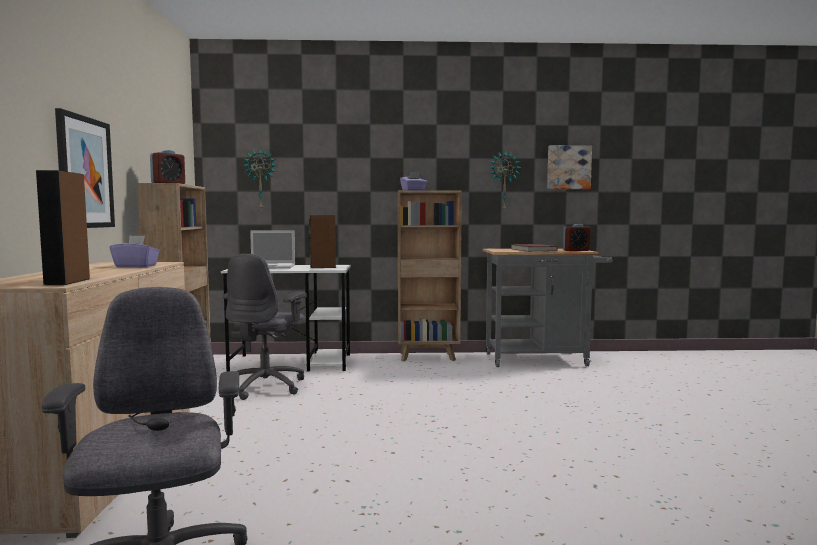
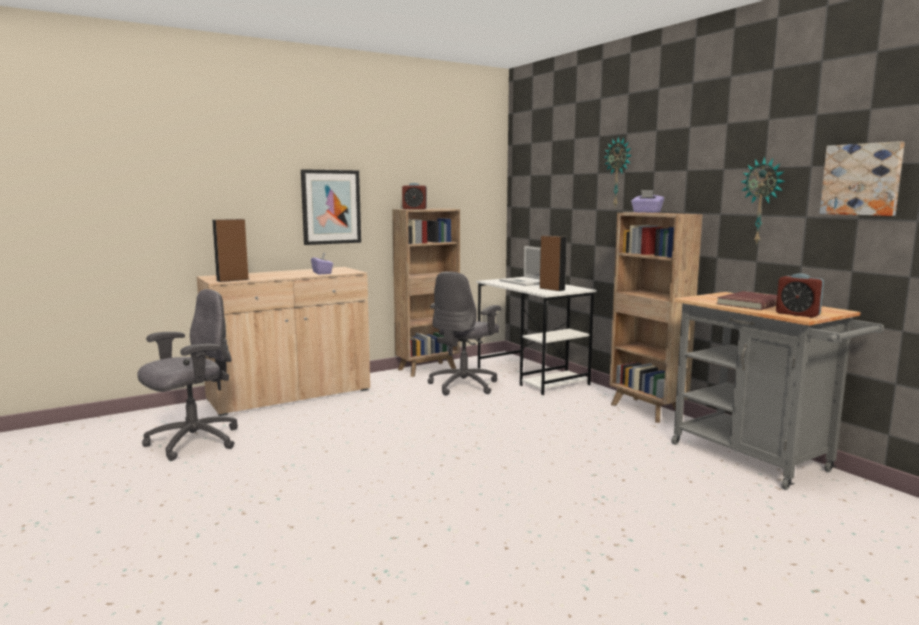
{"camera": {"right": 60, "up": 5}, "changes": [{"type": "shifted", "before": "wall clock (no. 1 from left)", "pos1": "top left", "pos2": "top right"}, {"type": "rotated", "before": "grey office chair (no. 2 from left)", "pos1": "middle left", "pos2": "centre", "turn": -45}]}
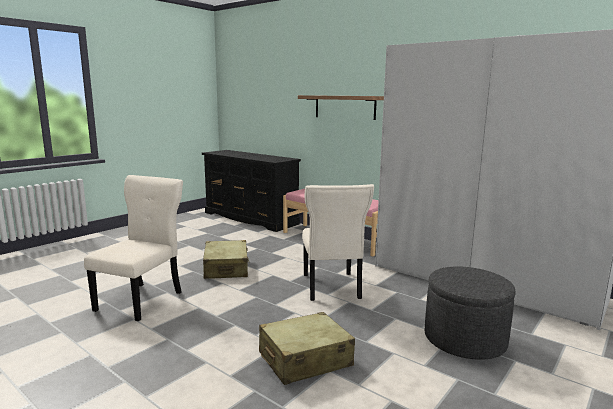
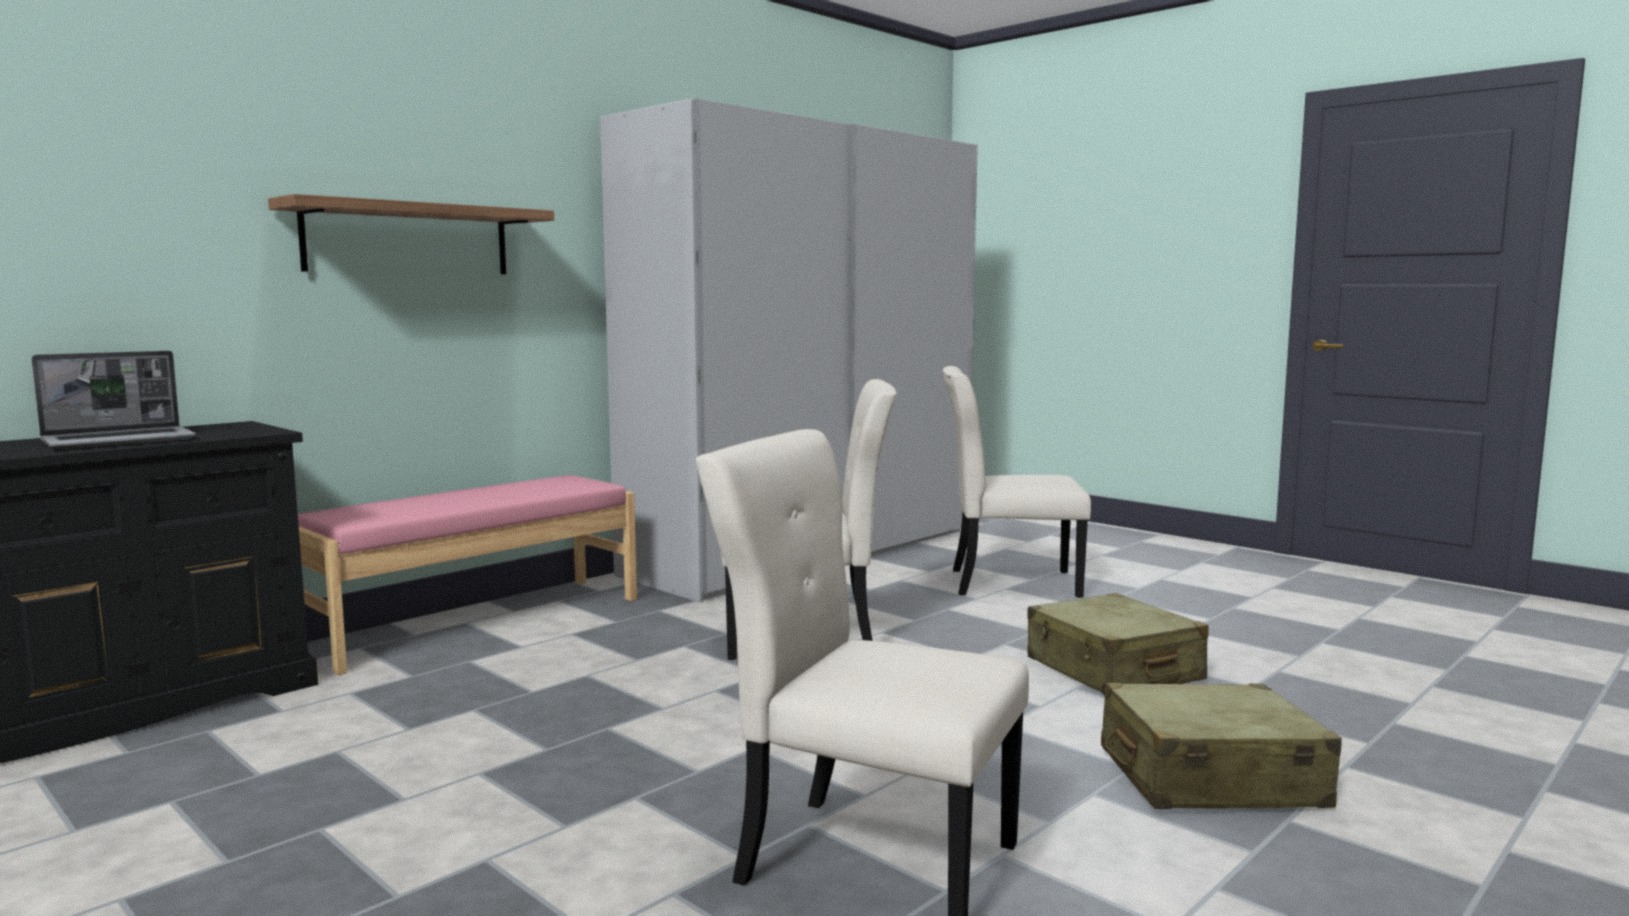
{"camera": {"right": -85, "up": -5}, "changes": [{"type": "new", "after": "laptop", "pos2": "middle left"}, {"type": "shifted", "before": "beige suitcase (no. 1 from left in the first image)", "after": "beige suitcase (no. 2 from left)", "pos1": "centre", "pos2": "bottom right"}, {"type": "swapped", "before": "grey ottoman", "after": "beige chair (no. 3 from left)", "pos1": "bottom right", "pos2": "centre"}]}
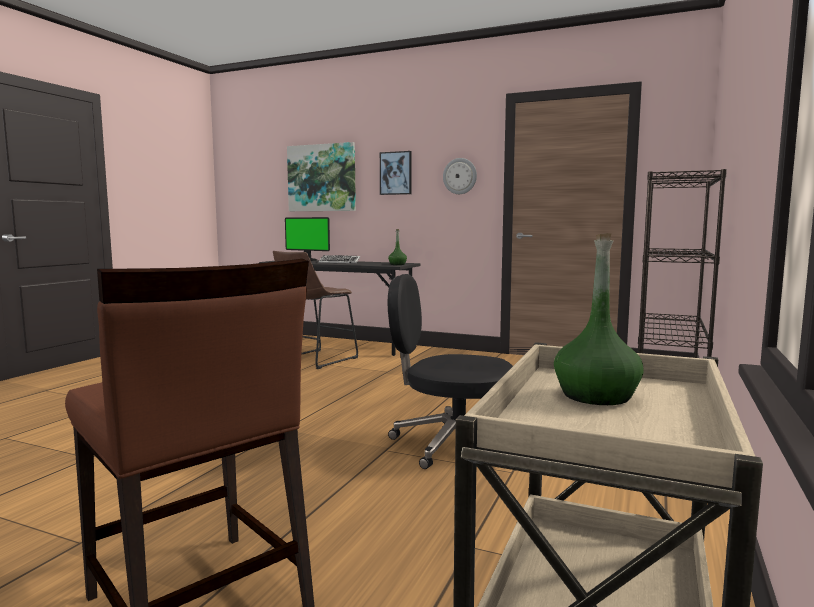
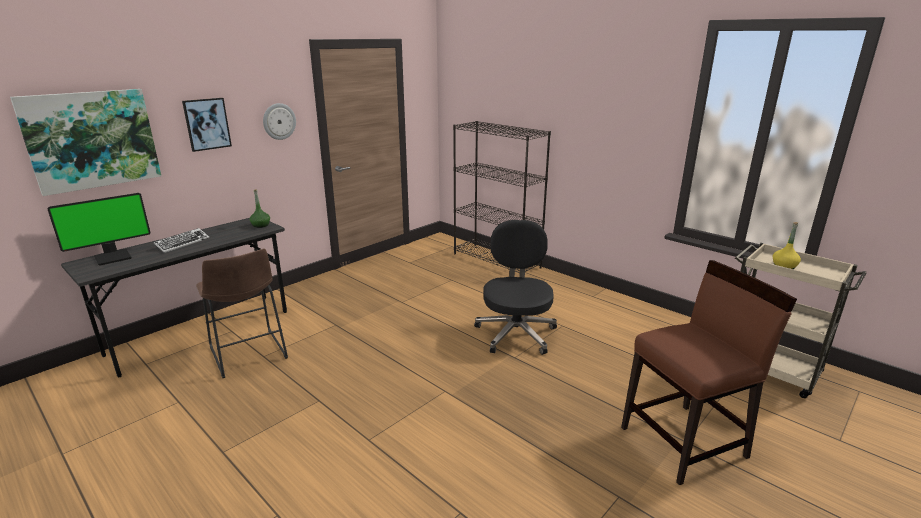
{"camera": {"right": -70, "up": 15}, "changes": [{"type": "repainted", "before": "green bottle (no. 2 from left)", "after": "yellow bottle", "pos1": "middle right", "pos2": "middle right"}, {"type": "rotated", "before": "black office chair", "pos1": "centre", "pos2": "centre", "turn": 150}]}
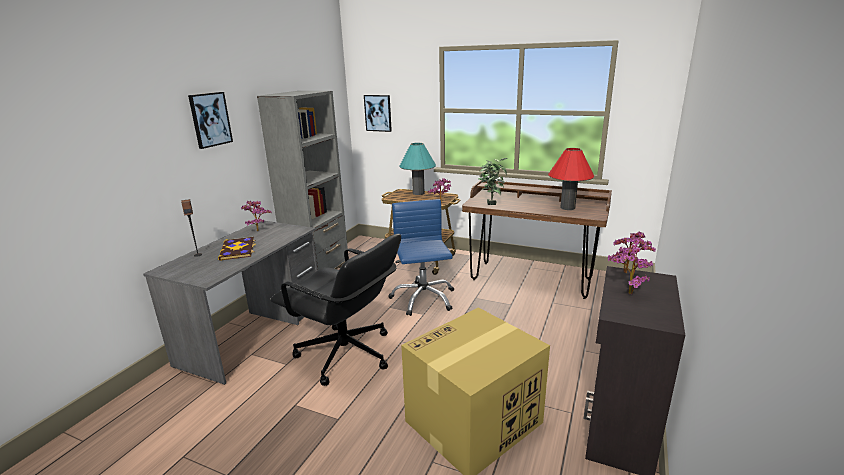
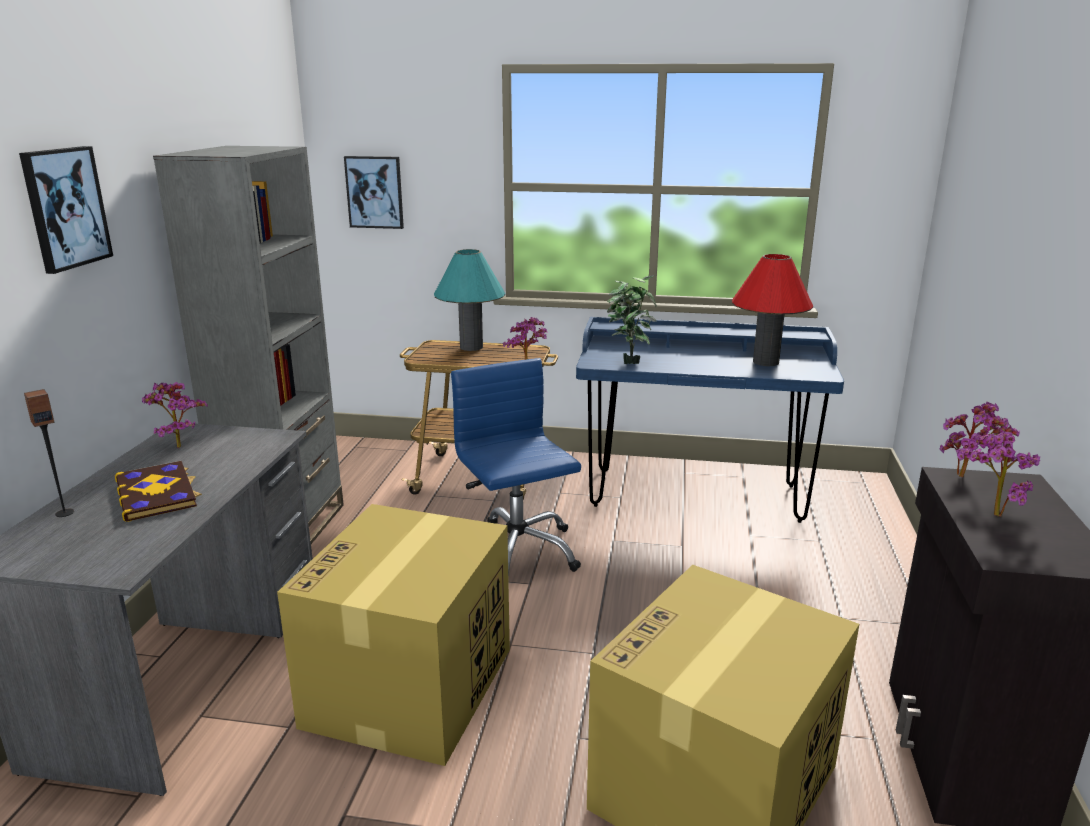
{"camera": {"right": -15, "up": 0}, "changes": [{"type": "swapped", "before": "black office chair", "after": "cardboard box (no. 1 from left)", "pos1": "centre", "pos2": "bottom centre"}, {"type": "repainted", "before": "brown desk", "after": "blue desk", "pos1": "centre", "pos2": "centre"}]}
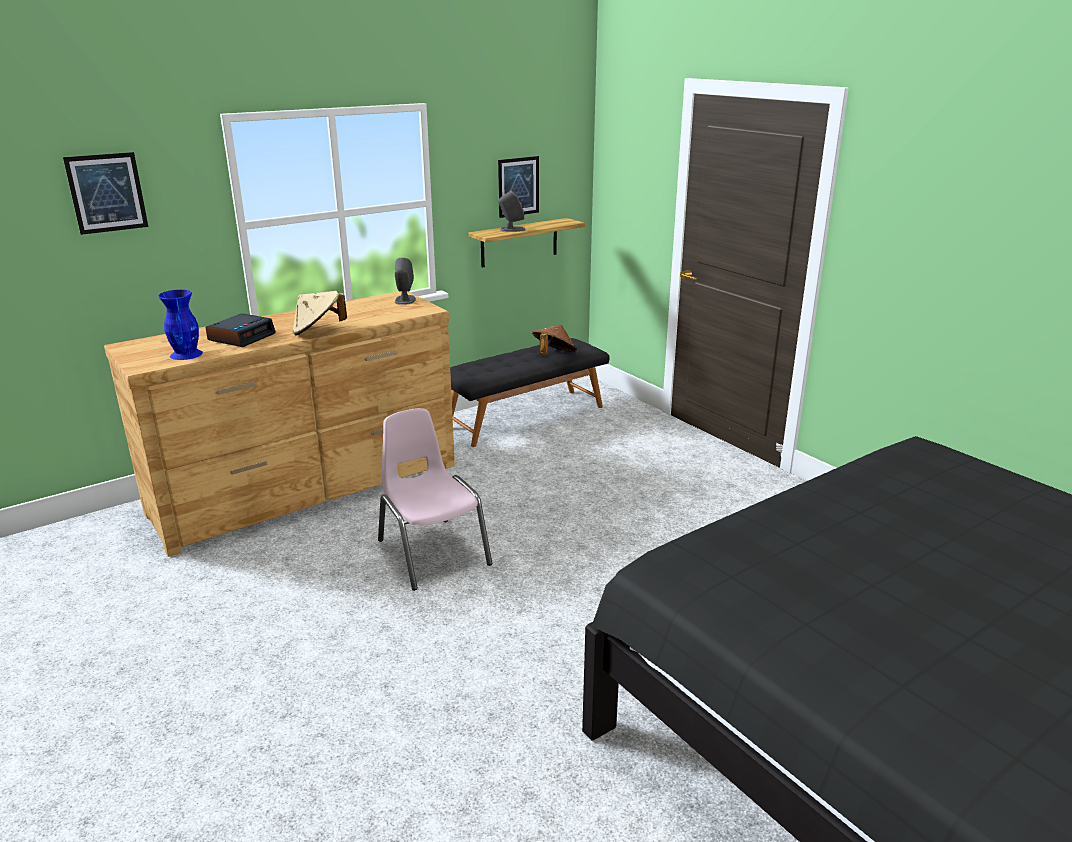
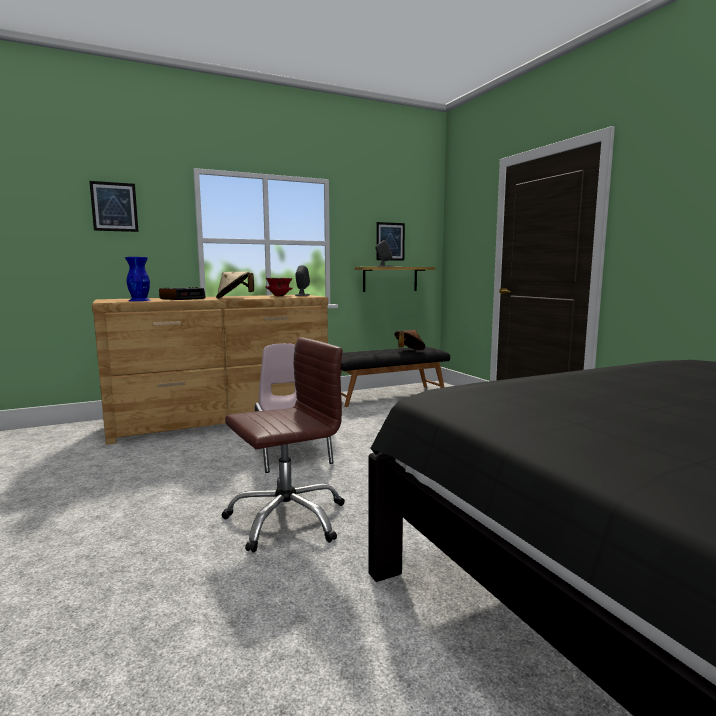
{"camera": {"right": 10, "up": -15}, "changes": [{"type": "new", "after": "brown office chair", "pos2": "centre"}, {"type": "new", "after": "red bowl", "pos2": "centre"}]}
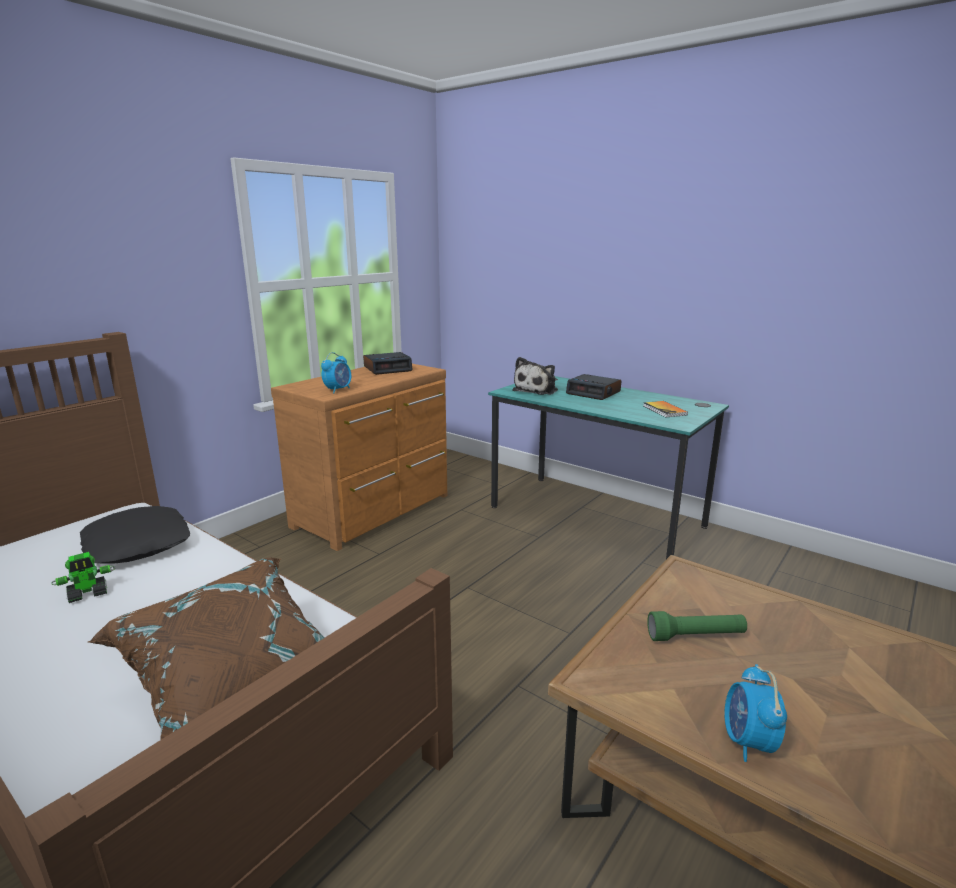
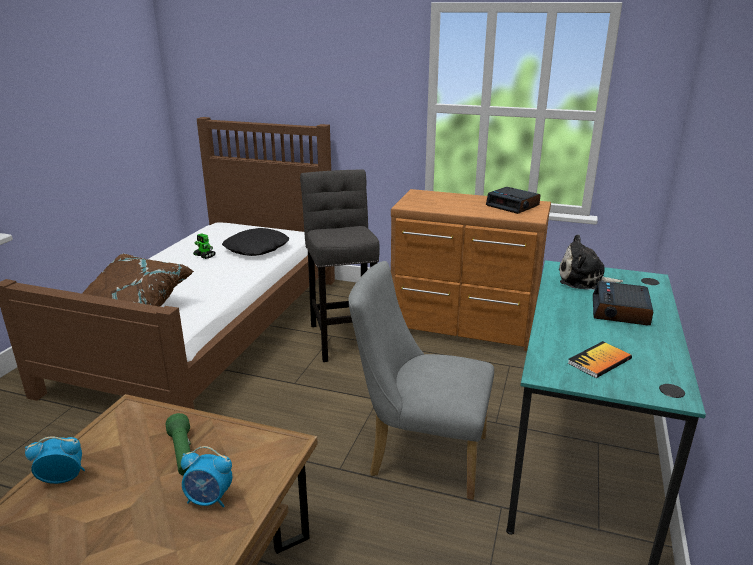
{"camera": {"right": 70, "up": 5}, "changes": [{"type": "new", "after": "grey stool", "pos2": "centre"}, {"type": "new", "after": "grey chair", "pos2": "bottom centre"}, {"type": "shifted", "before": "alarm clock (no. 1 from left in the first image)", "after": "alarm clock (no. 2 from left)", "pos1": "centre", "pos2": "bottom left"}]}
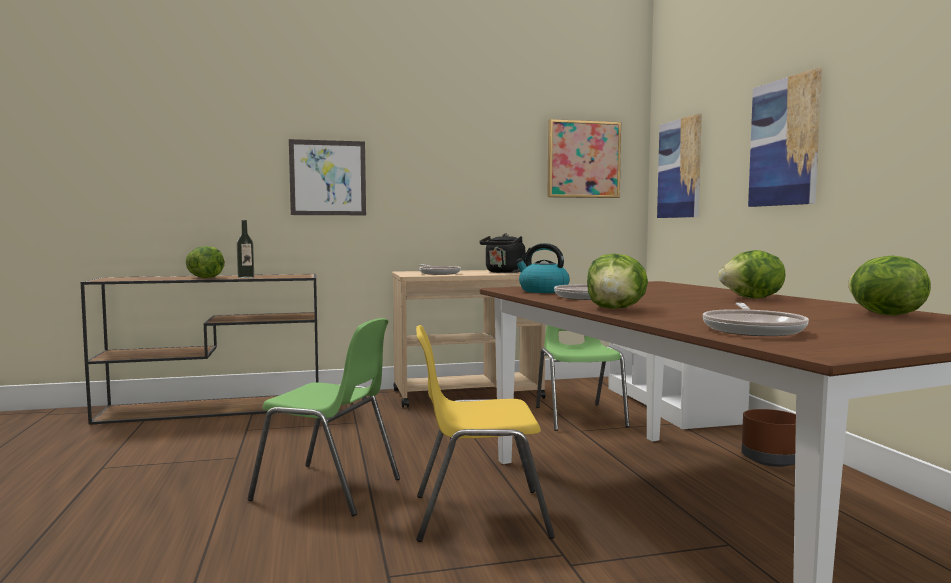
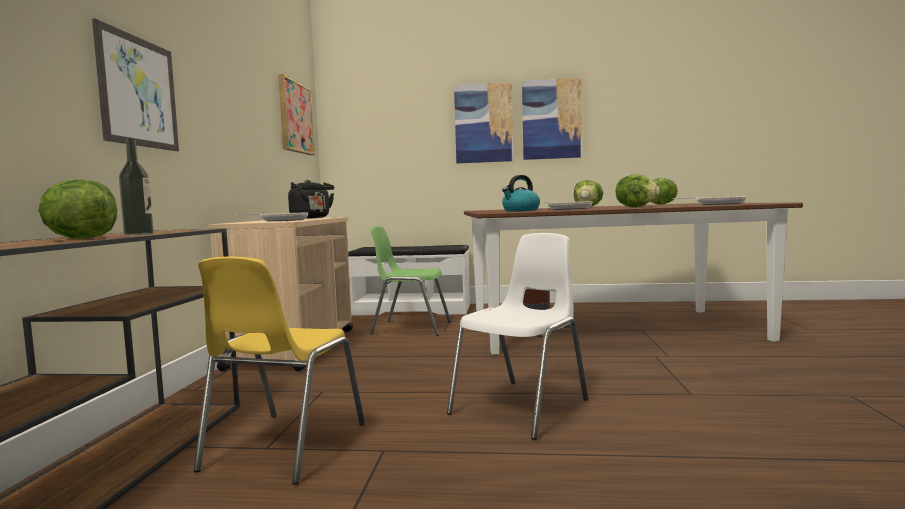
{"camera": {"right": -70, "up": 0}, "changes": [{"type": "shifted", "before": "yellow chair", "pos1": "bottom centre", "pos2": "bottom left"}, {"type": "shifted", "before": "picture (no. 3 from left in the first image)", "after": "picture (no. 4 from left)", "pos1": "top right", "pos2": "top centre"}, {"type": "repainted", "before": "green chair (no. 1 from left)", "after": "white chair", "pos1": "bottom centre", "pos2": "centre"}]}
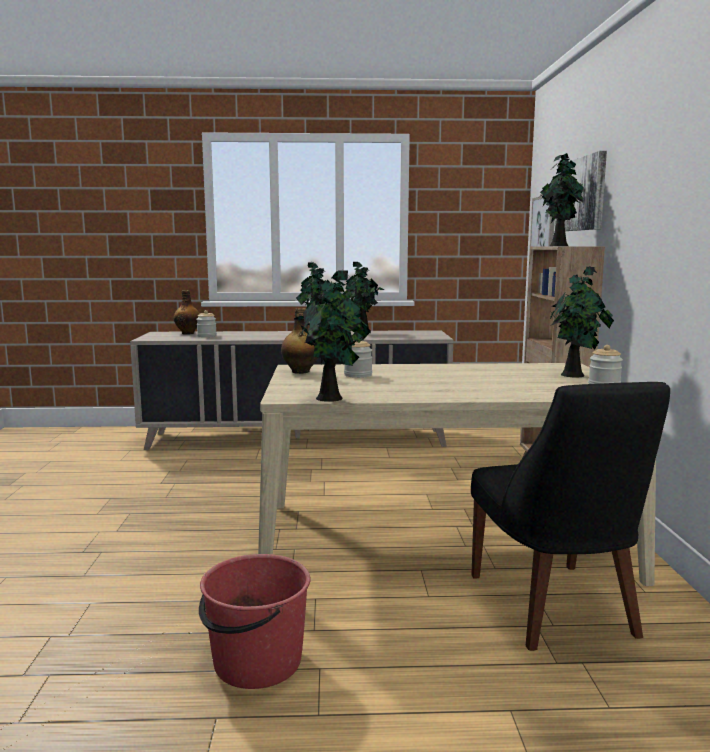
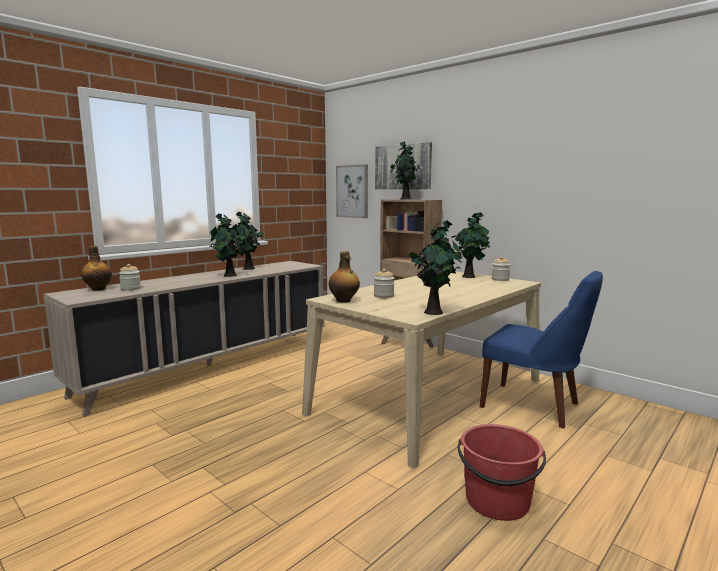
{"camera": {"right": -45, "up": 0}, "changes": [{"type": "repainted", "before": "black chair", "after": "blue chair", "pos1": "bottom right", "pos2": "middle right"}]}
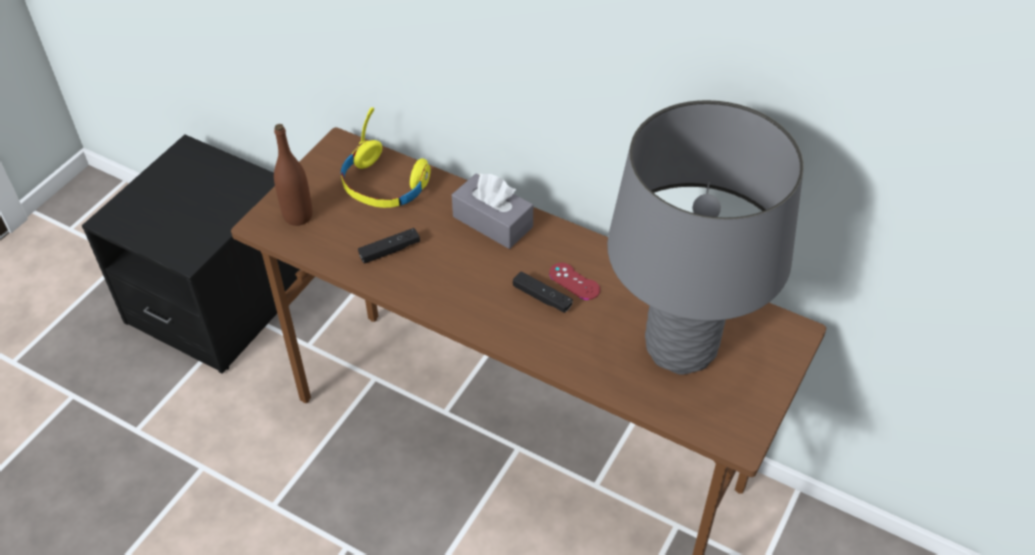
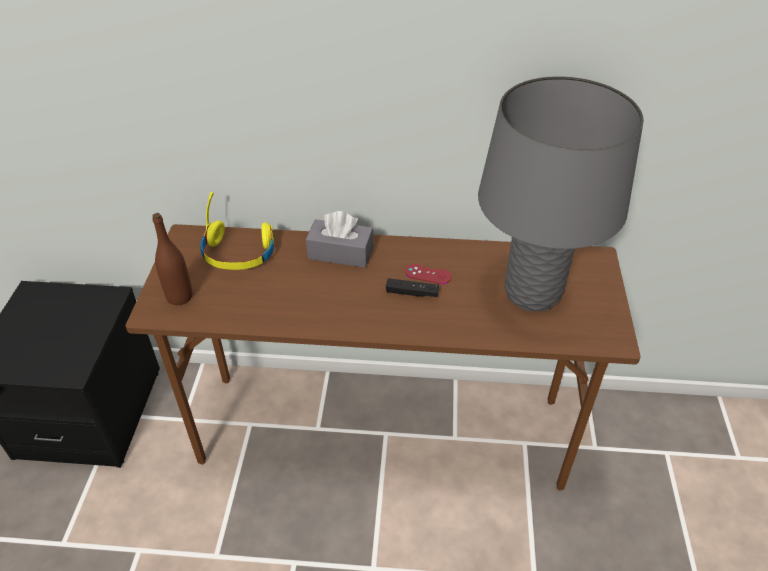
{"camera": {"right": -25, "up": -5}, "changes": [{"type": "gone", "before": "black game controller (no. 1 from left)", "pos1": "centre"}]}
